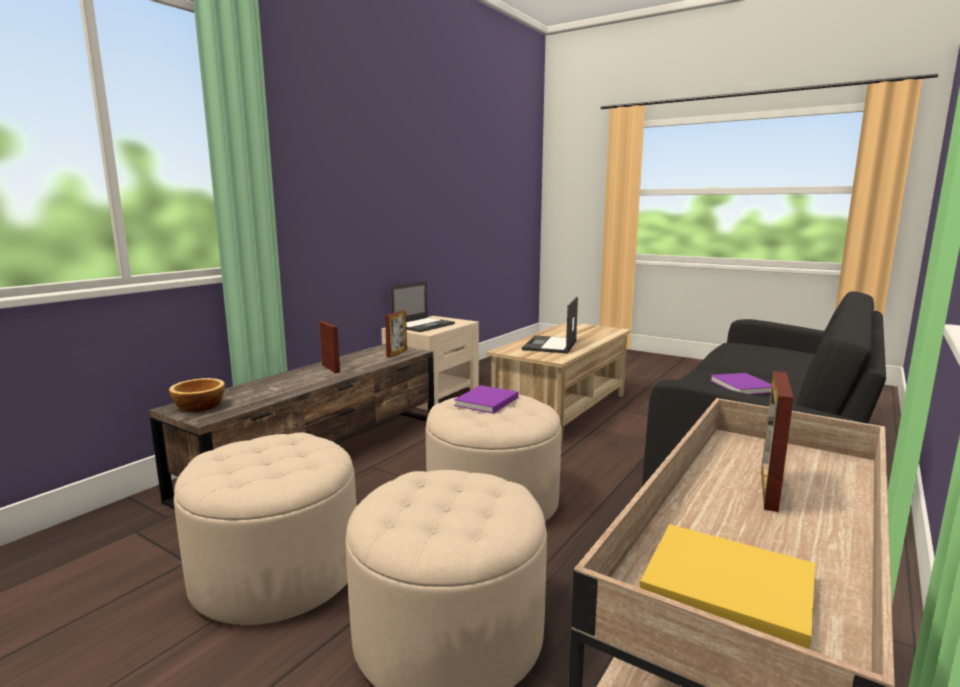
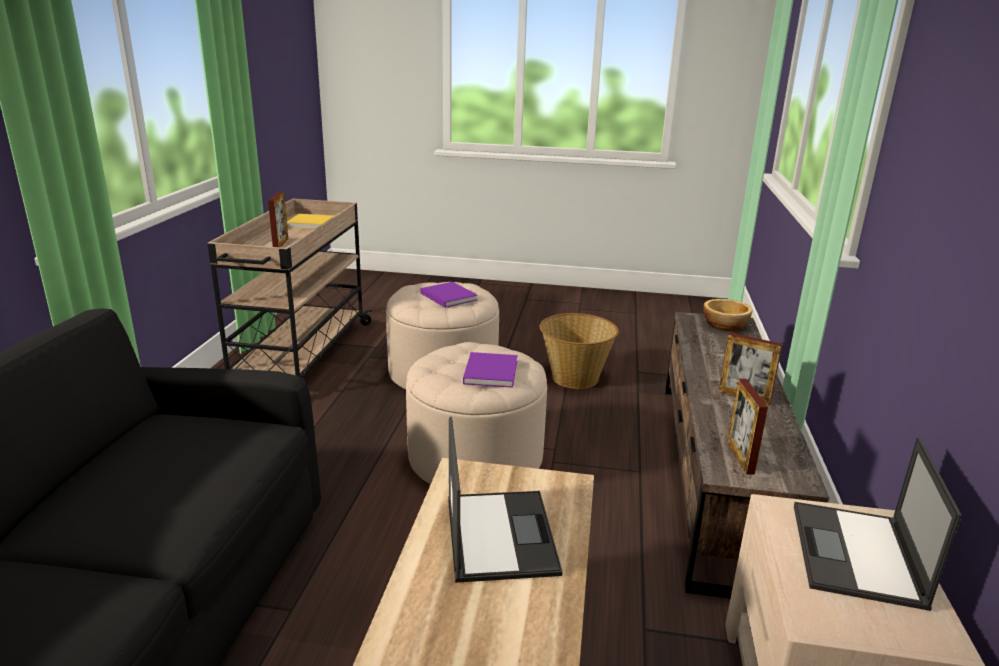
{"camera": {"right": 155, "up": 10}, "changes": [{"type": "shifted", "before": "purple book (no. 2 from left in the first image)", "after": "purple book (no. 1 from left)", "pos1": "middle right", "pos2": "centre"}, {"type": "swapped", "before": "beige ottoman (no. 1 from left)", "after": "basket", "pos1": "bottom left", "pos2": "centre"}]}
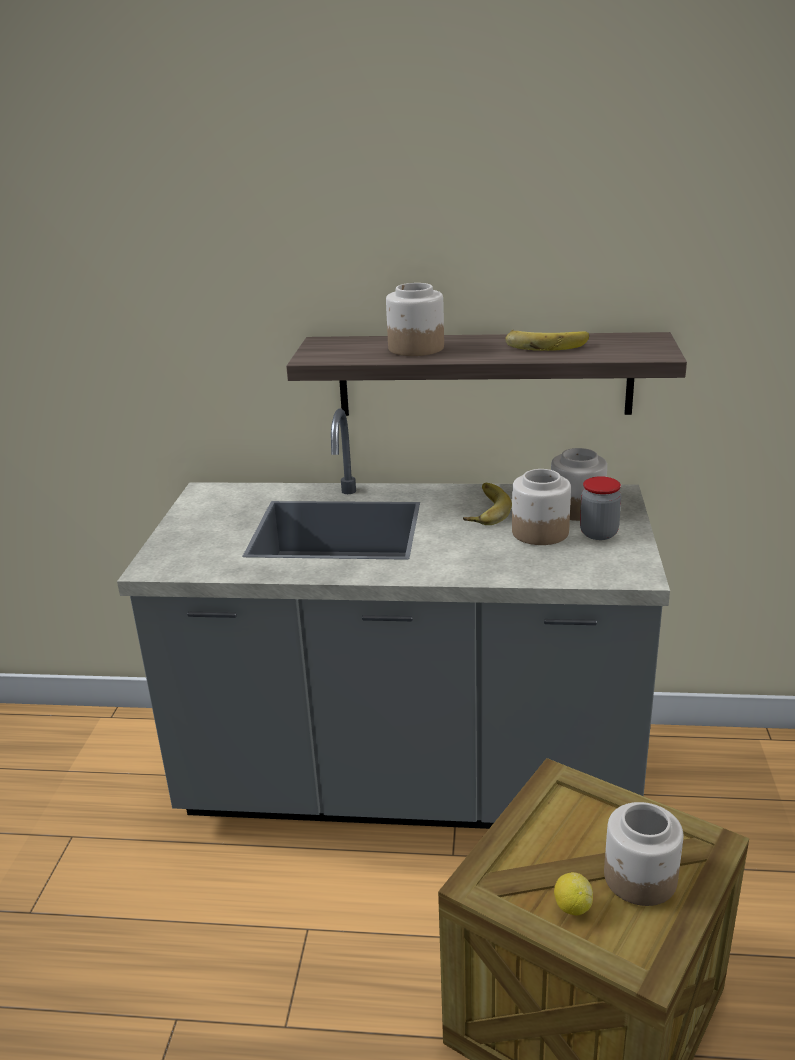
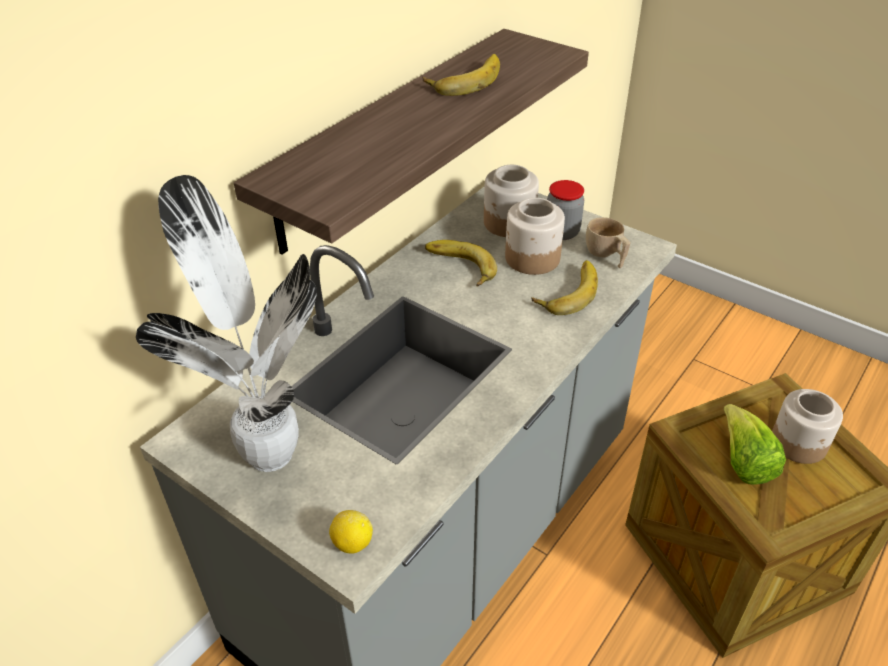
{"camera": {"right": -60, "up": 15}, "changes": [{"type": "gone", "before": "jar (no. 1 from left)", "pos1": "top centre"}, {"type": "new", "after": "potted plant", "pos2": "middle left"}, {"type": "new", "after": "banana (no. 3 from left)", "pos2": "centre"}, {"type": "new", "after": "beige cup", "pos2": "middle right"}, {"type": "new", "after": "lettuce", "pos2": "bottom right"}, {"type": "shifted", "before": "lemon", "pos1": "bottom right", "pos2": "bottom centre"}]}
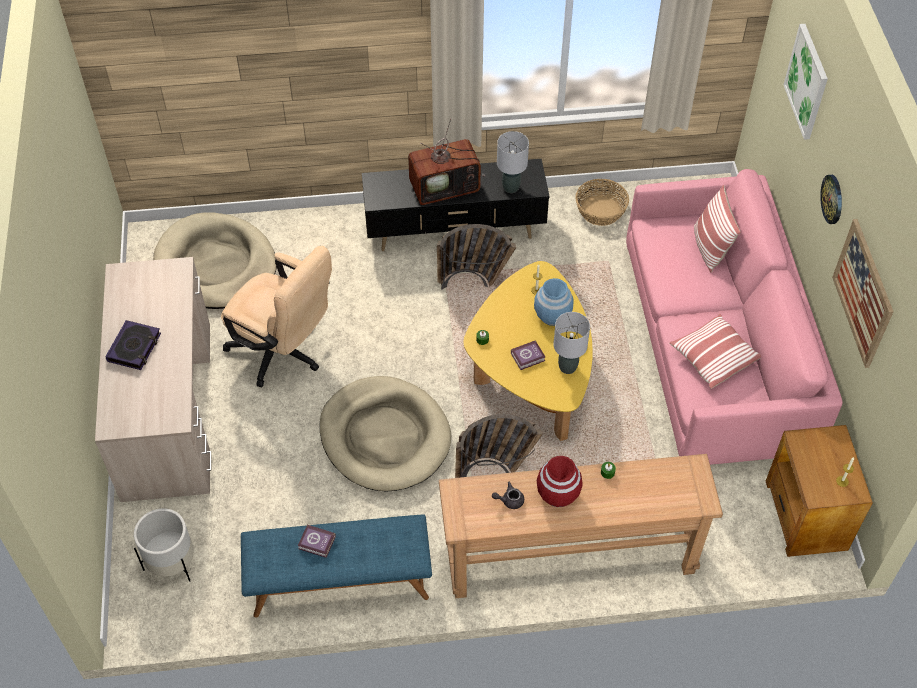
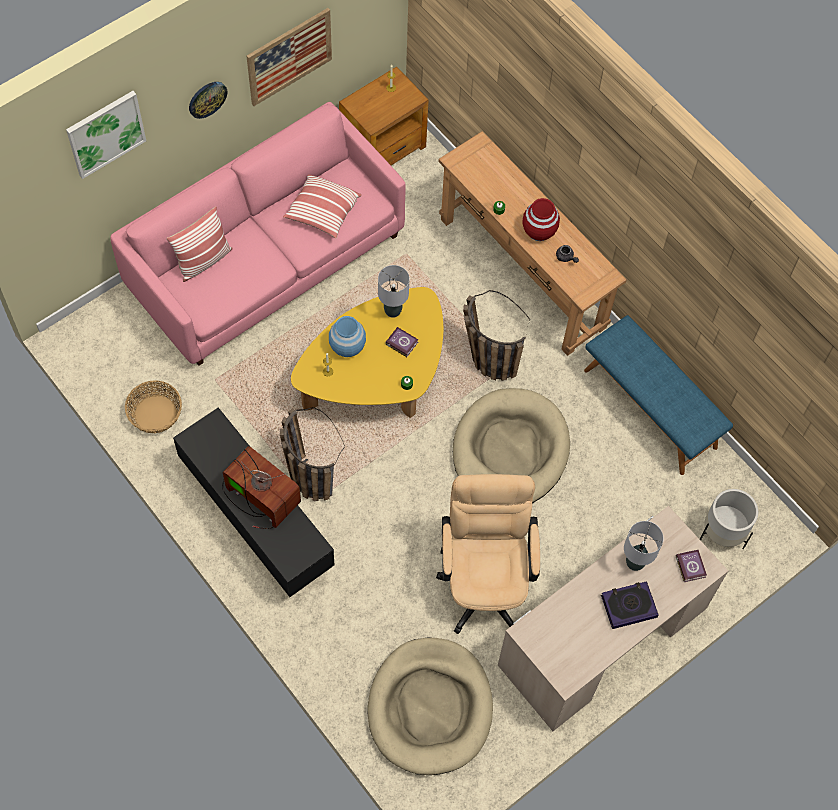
{"camera": {"right": -125, "up": 10}, "changes": [{"type": "shifted", "before": "book (no. 2 from left in the first image)", "after": "book (no. 3 from left)", "pos1": "bottom centre", "pos2": "bottom right"}, {"type": "shifted", "before": "grey table lamp (no. 1 from left in the first image)", "after": "grey table lamp (no. 2 from left)", "pos1": "top centre", "pos2": "bottom right"}]}
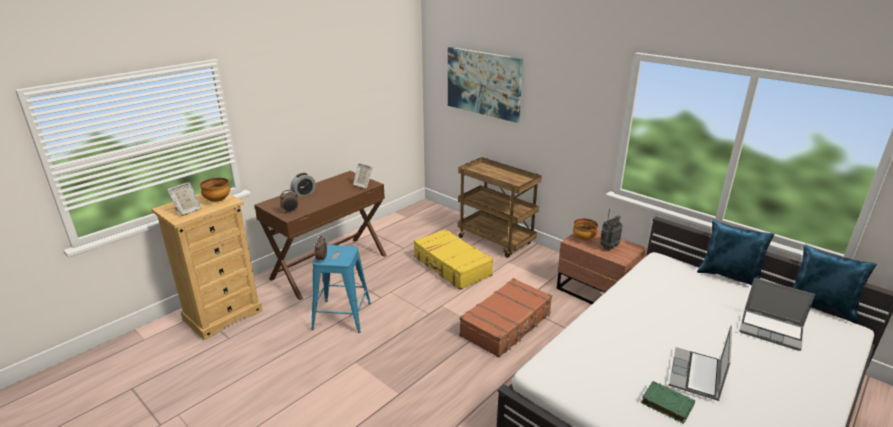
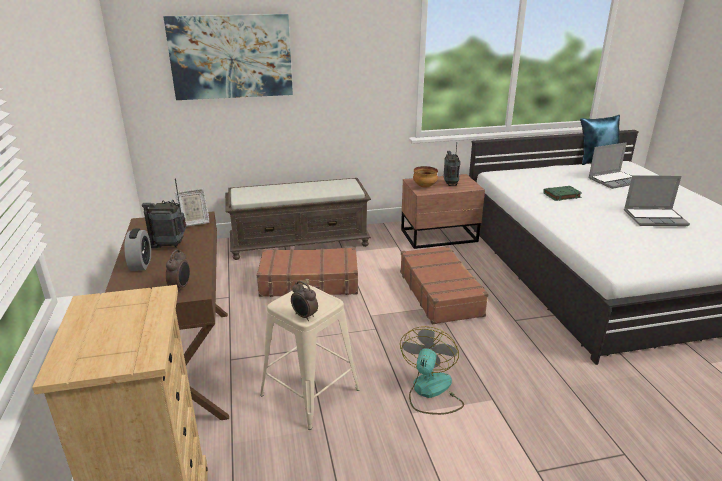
{"camera": {"right": -55, "up": 0}, "changes": [{"type": "gone", "before": "picture frame (no. 1 from left)", "pos1": "middle left"}, {"type": "gone", "before": "bowl (no. 1 from left)", "pos1": "middle left"}, {"type": "gone", "before": "blue pillow (no. 1 from left)", "pos1": "middle right"}, {"type": "new", "after": "radio (no. 1 from left)", "pos2": "middle left"}, {"type": "new", "after": "fan", "pos2": "bottom centre"}, {"type": "shifted", "before": "green book", "pos1": "bottom right", "pos2": "middle right"}, {"type": "swapped", "before": "brown cart", "after": "brown bench", "pos1": "centre", "pos2": "centre"}, {"type": "repainted", "before": "blue stool", "after": "beige stool", "pos1": "bottom centre", "pos2": "bottom centre"}, {"type": "repainted", "before": "yellow suitcase", "after": "brown suitcase (no. 1 from left)", "pos1": "centre", "pos2": "centre"}, {"type": "rotated", "before": "laptop (no. 1 from left in the first image)", "pos1": "bottom right", "pos2": "middle right", "turn": -60}]}
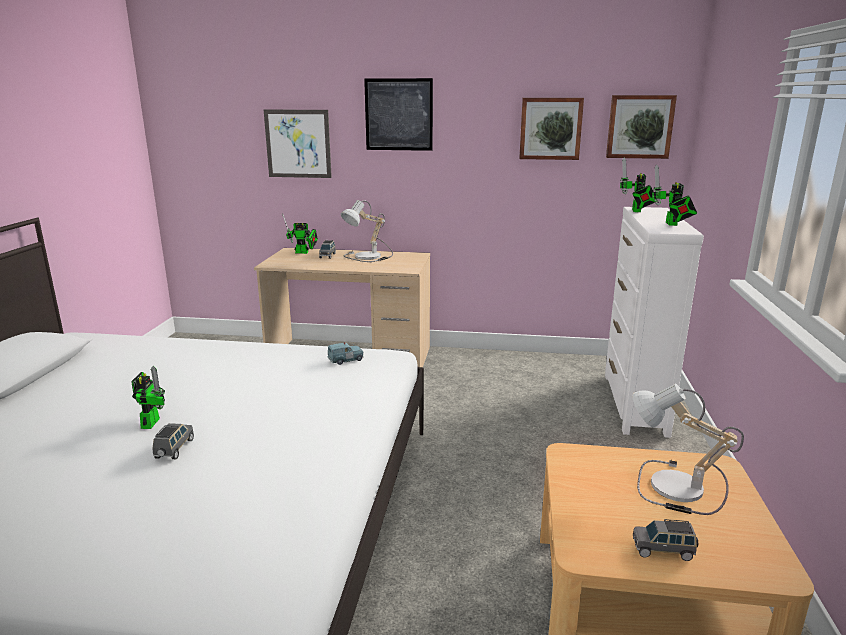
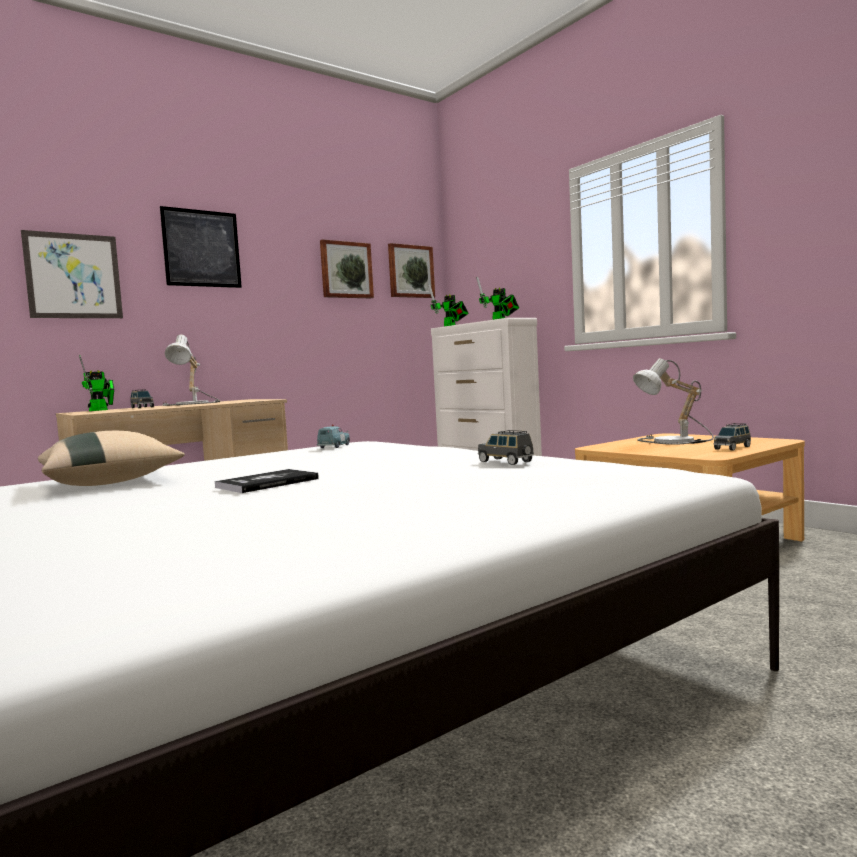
{"camera": {"right": -45, "up": -15}, "changes": [{"type": "new", "after": "beige pillow", "pos2": "middle left"}, {"type": "shifted", "before": "grey toy car (no. 1 from left in the first image)", "after": "grey toy car (no. 2 from left)", "pos1": "bottom left", "pos2": "centre"}, {"type": "swapped", "before": "toy robot (no. 1 from left)", "after": "book", "pos1": "middle left", "pos2": "middle left"}]}
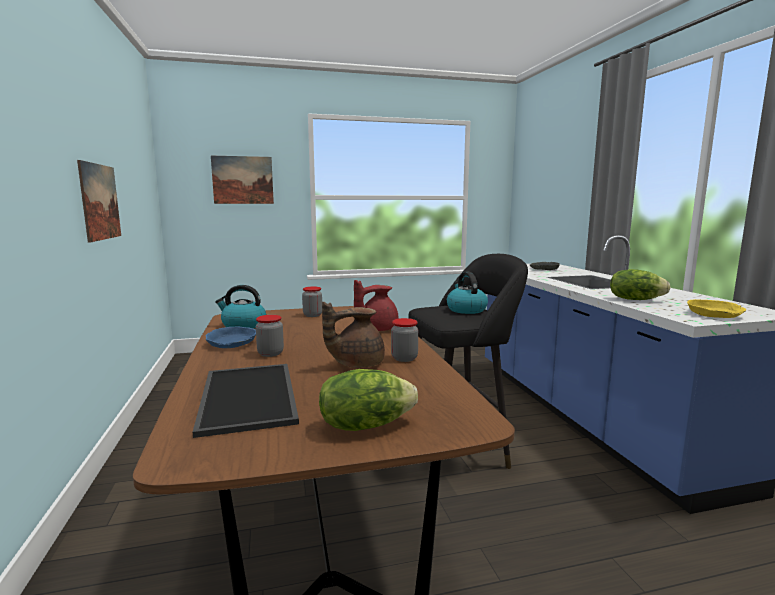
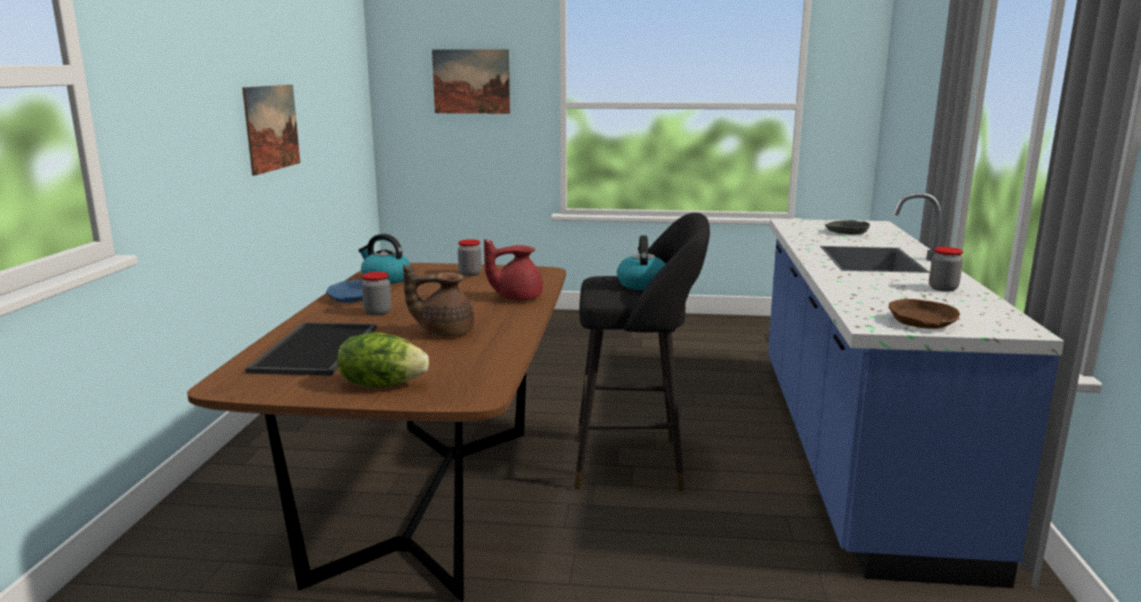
{"camera": {"right": 20, "up": 5}, "changes": [{"type": "gone", "before": "lettuce (no. 2 from left)", "pos1": "middle right"}, {"type": "shifted", "before": "jar (no. 3 from left)", "pos1": "centre", "pos2": "middle right"}, {"type": "repainted", "before": "yellow bowl", "after": "brown bowl", "pos1": "middle right", "pos2": "middle right"}]}
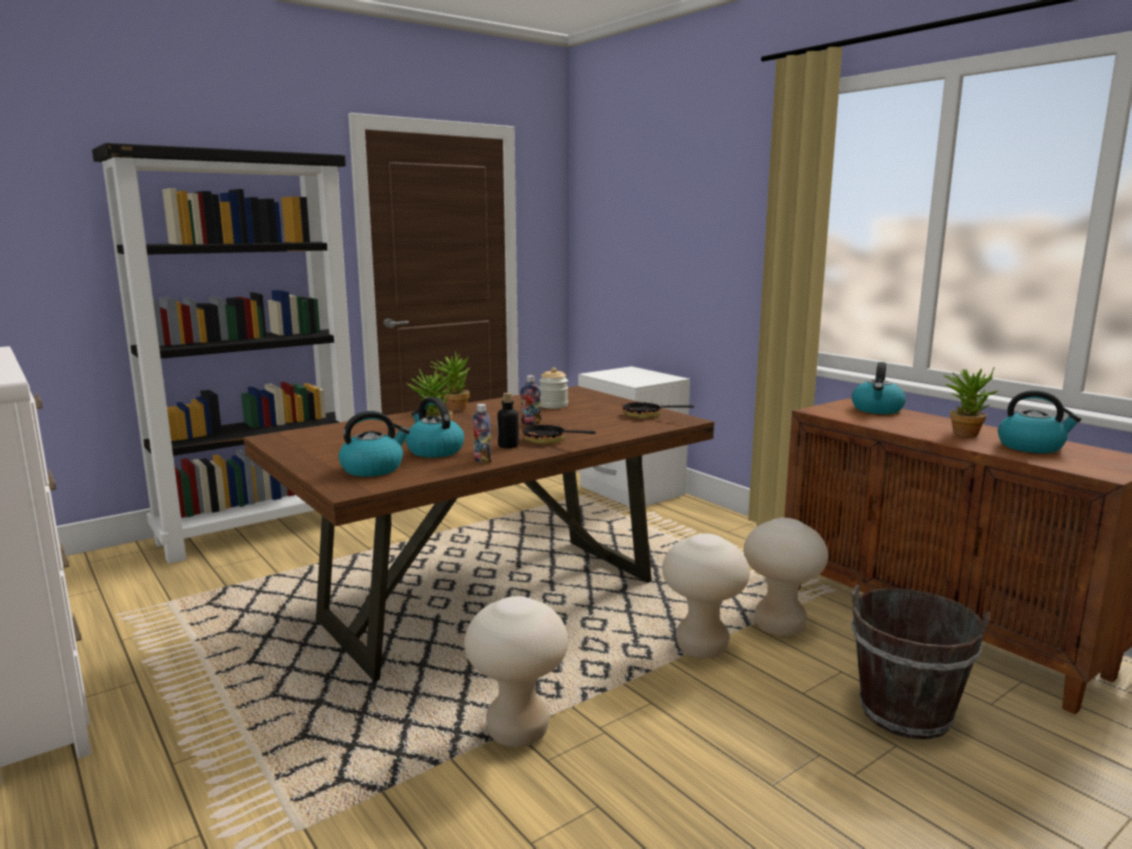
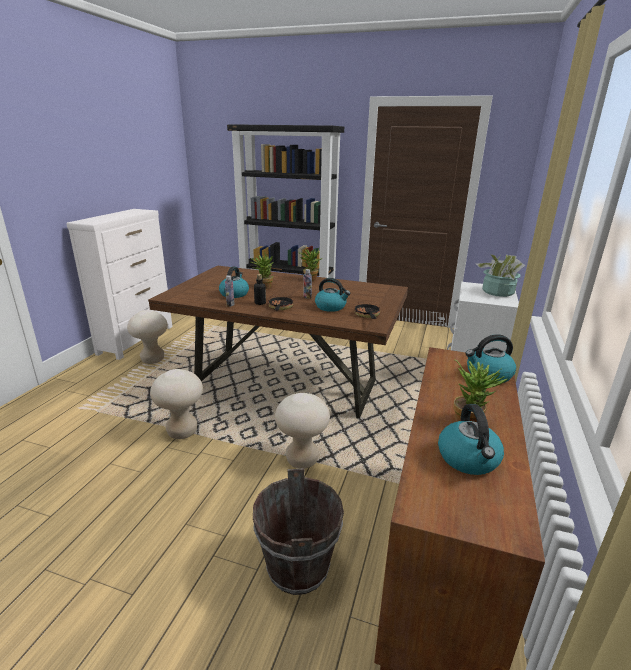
{"camera": {"right": 55, "up": 10}, "changes": [{"type": "gone", "before": "jar", "pos1": "centre"}, {"type": "new", "after": "potted plant (no. 4 from left)", "pos2": "middle right"}, {"type": "shifted", "before": "kettle (no. 1 from left in the first image)", "after": "kettle (no. 2 from left)", "pos1": "middle left", "pos2": "centre"}, {"type": "shifted", "before": "beige stool (no. 3 from left in the first image)", "after": "beige stool (no. 1 from left)", "pos1": "bottom right", "pos2": "middle left"}]}
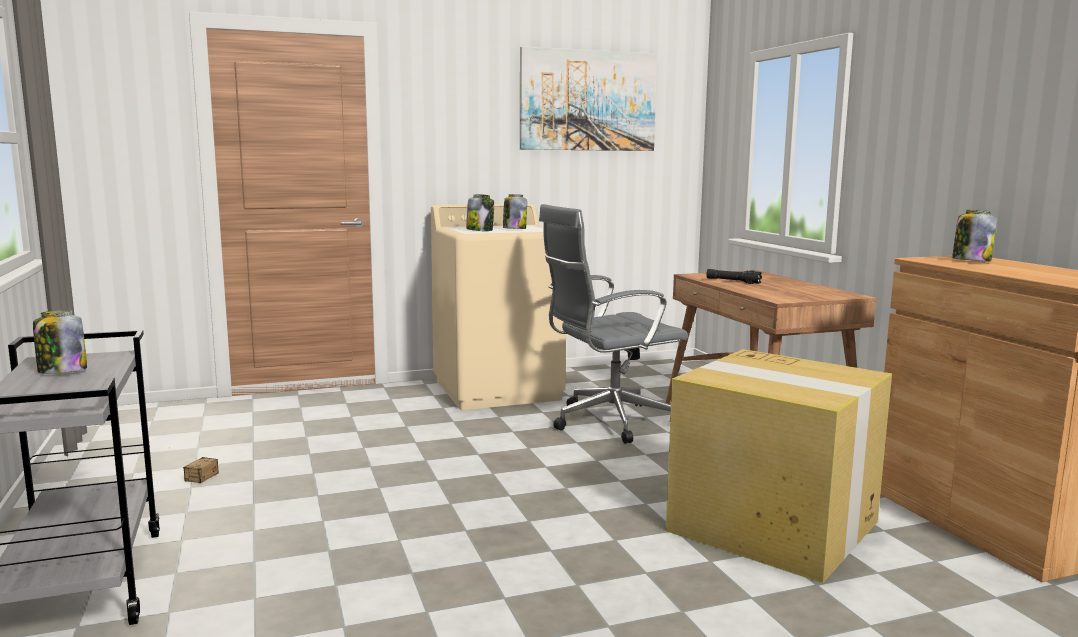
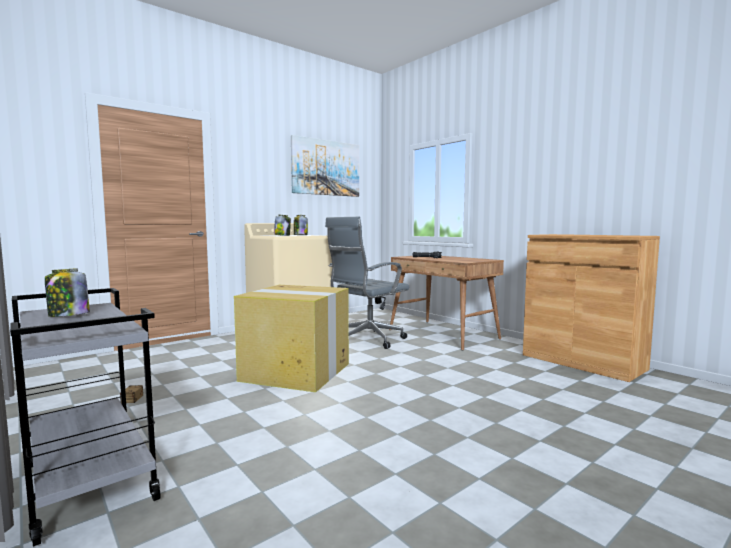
{"camera": {"right": -20, "up": -5}, "changes": [{"type": "gone", "before": "jar (no. 4 from left)", "pos1": "middle right"}, {"type": "shifted", "before": "cardboard box", "pos1": "bottom right", "pos2": "centre"}]}
